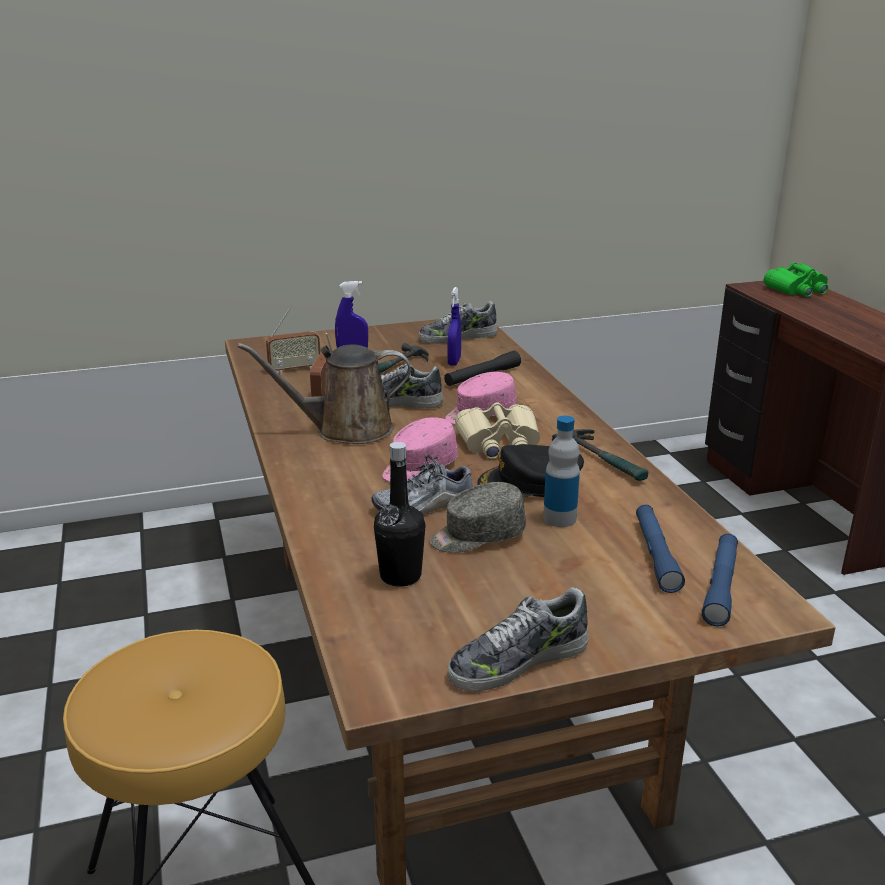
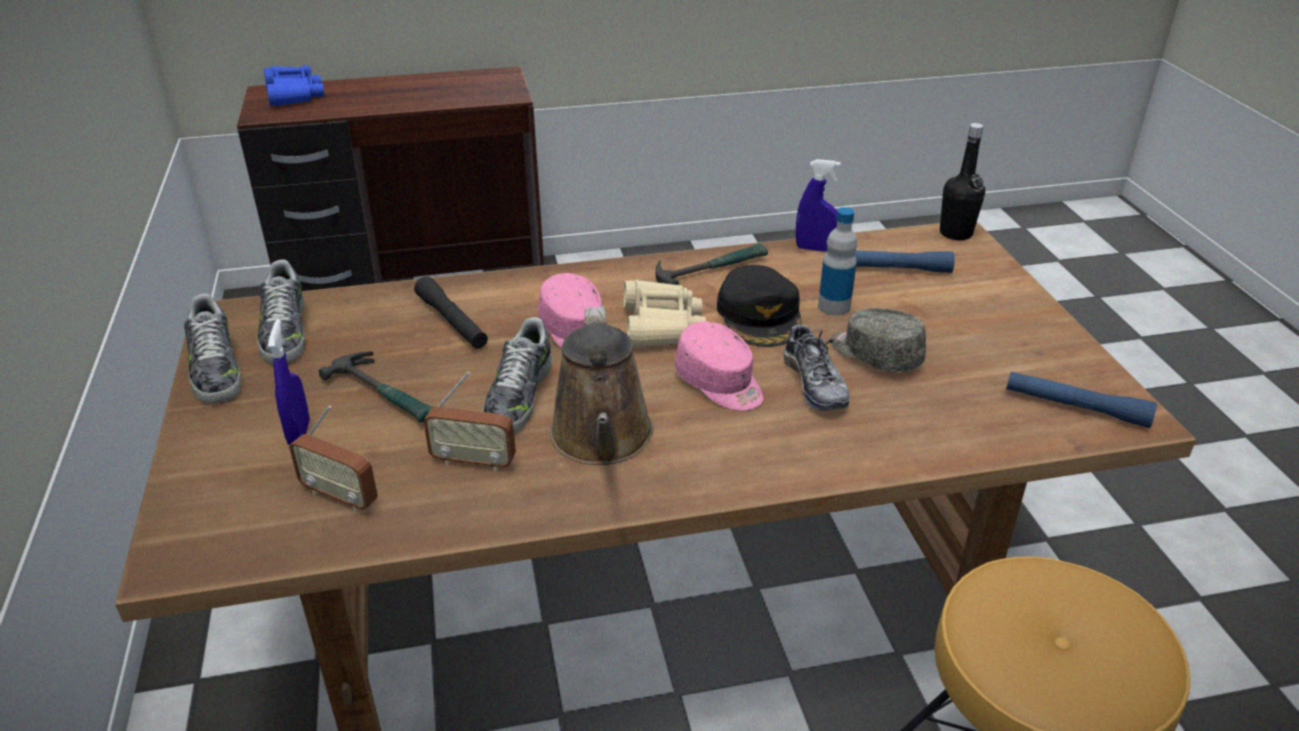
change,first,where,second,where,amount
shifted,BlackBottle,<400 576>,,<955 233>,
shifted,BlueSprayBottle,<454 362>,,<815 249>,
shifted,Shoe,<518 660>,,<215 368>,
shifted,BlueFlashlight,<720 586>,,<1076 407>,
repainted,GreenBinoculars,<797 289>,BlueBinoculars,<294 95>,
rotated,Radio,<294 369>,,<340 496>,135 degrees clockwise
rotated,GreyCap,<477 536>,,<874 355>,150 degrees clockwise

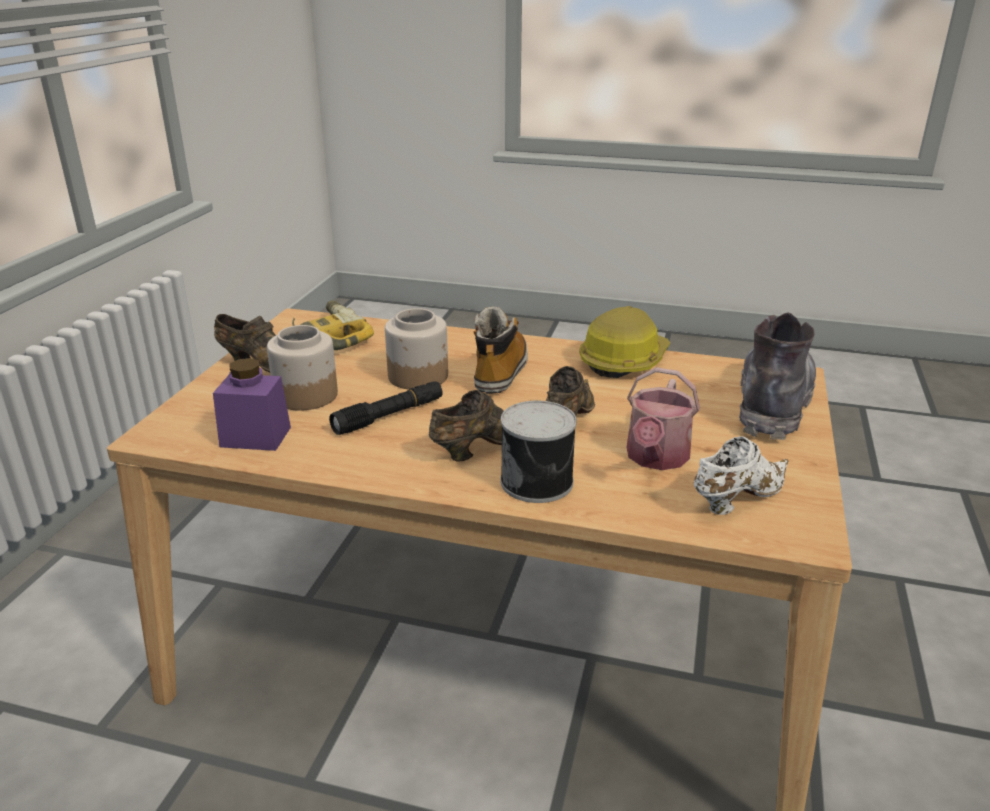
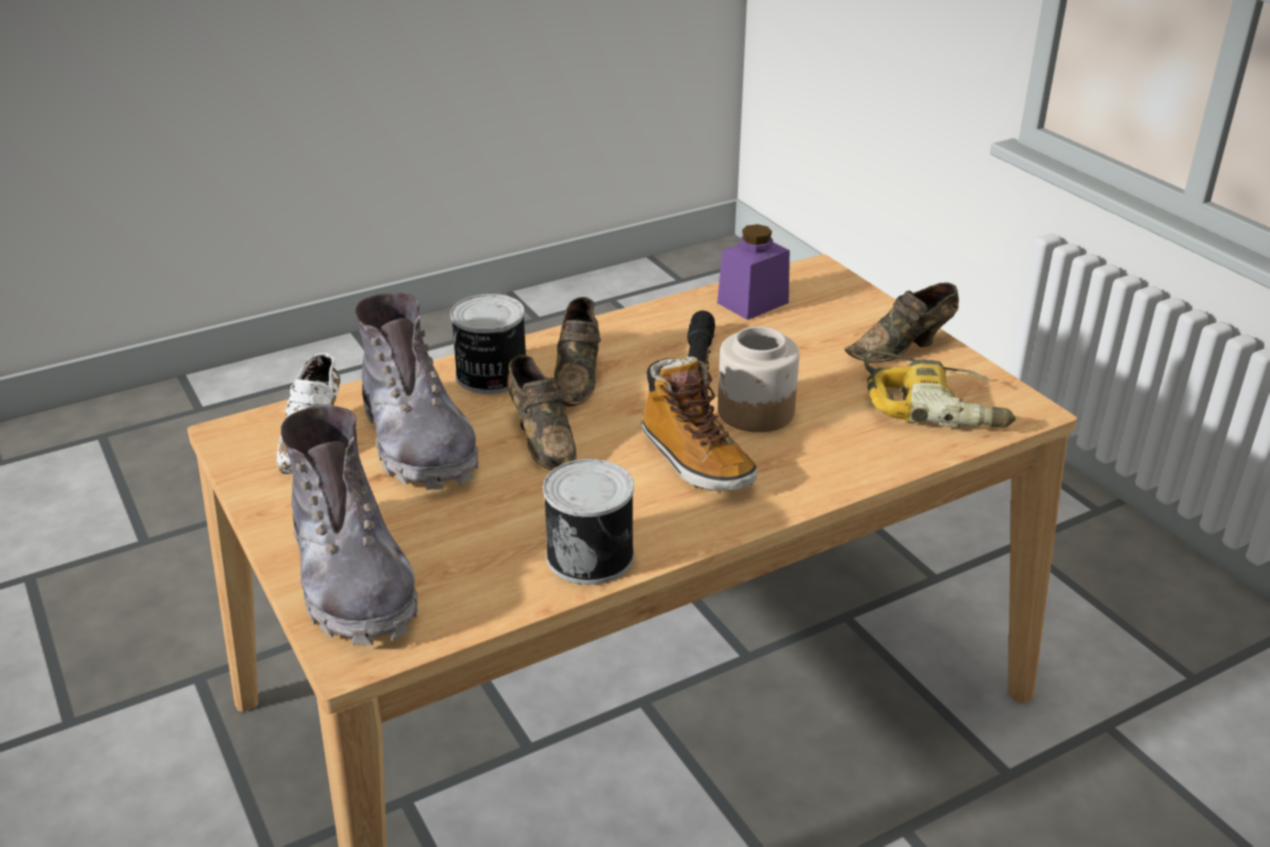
change,first,where,second,where,amount
gone,Jar,<305 396>,,,
swapped,HardHat,<623 360>,Can,<592 554>,
swapped,WateringCan,<655 458>,GreyBoot,<418 442>,

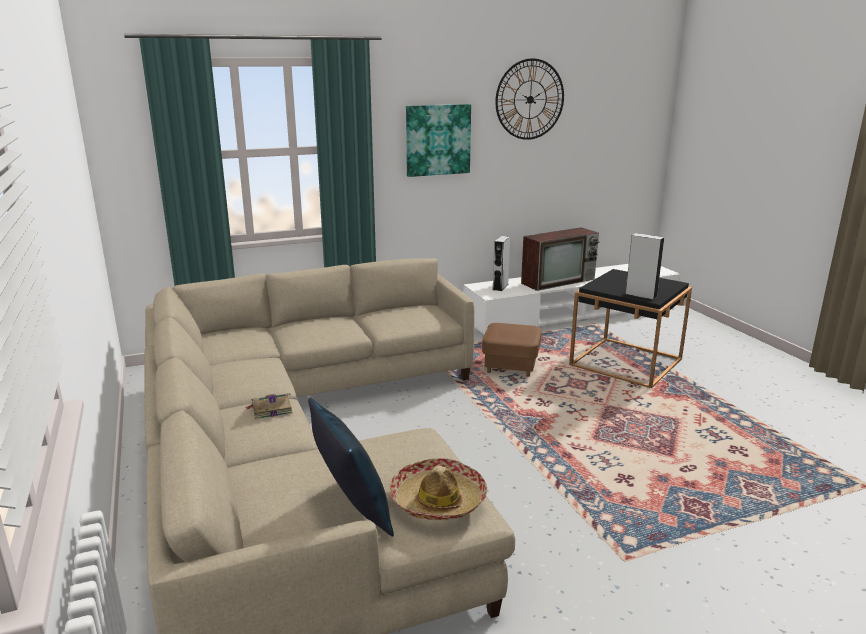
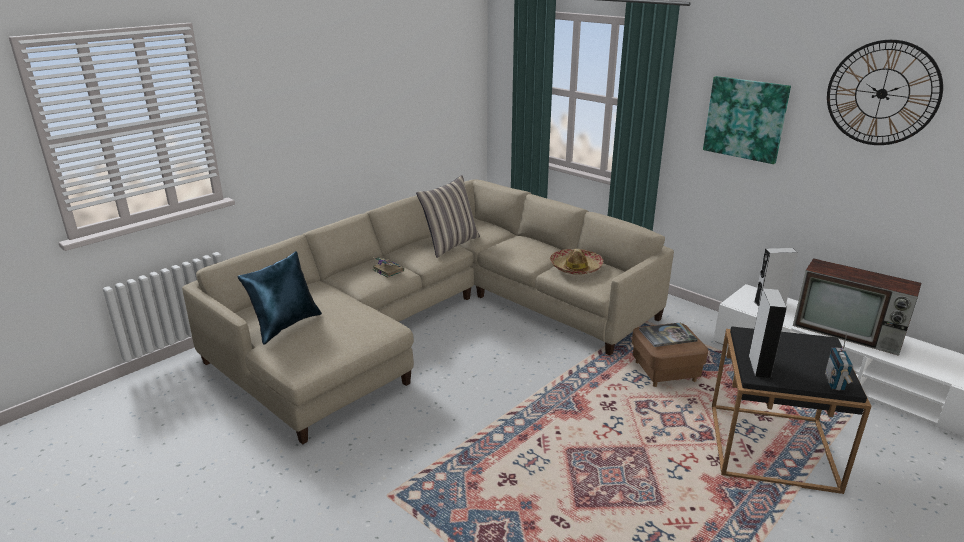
change,first,where,second,where,amount
new,,,Pillow,<450 244>,
new,,,Book,<667 335>,
new,,,Radio,<835 383>,
shifted,Hat,<438 500>,,<575 268>,

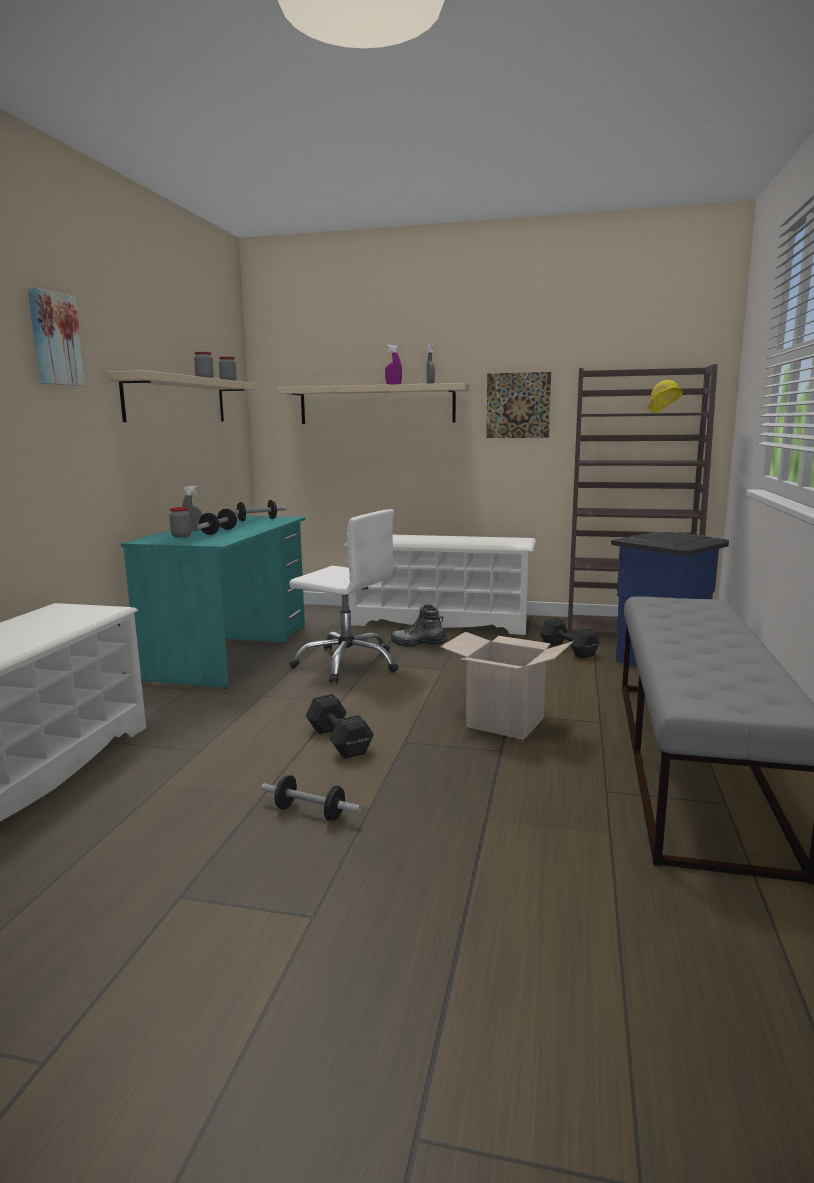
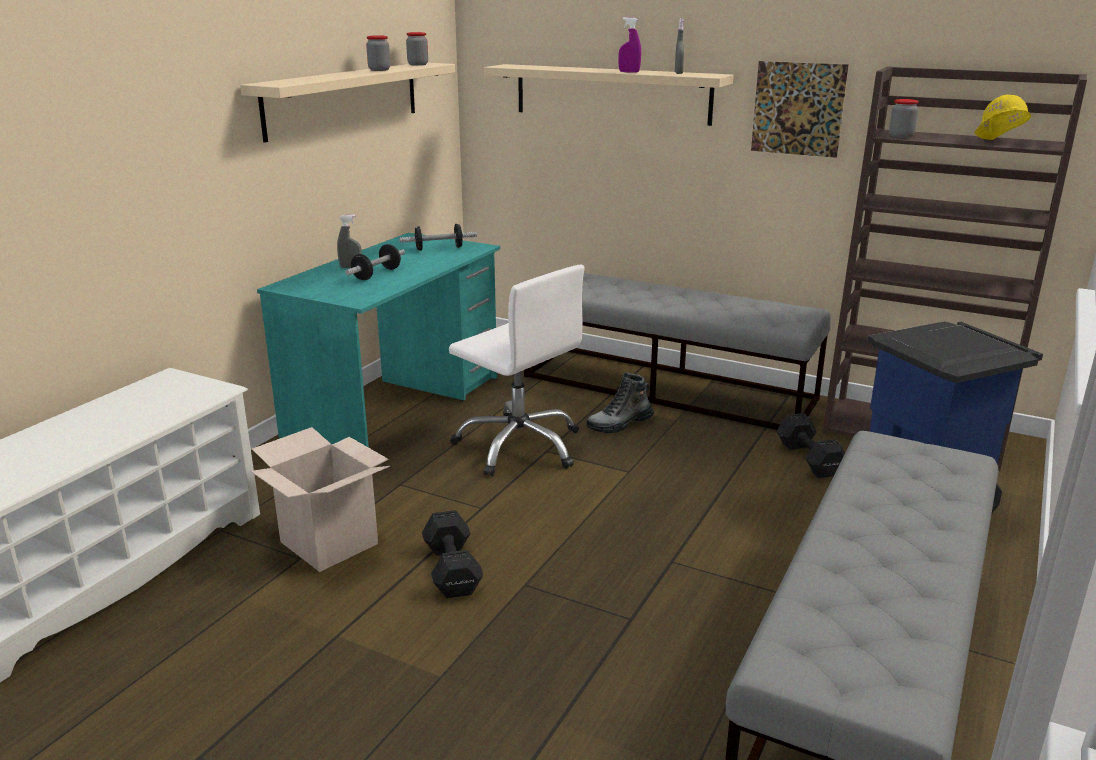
change,first,where,second,where,amount
gone,Picture,<54 339>,,,
gone,Dumbbell,<310 813>,,,
shifted,Jar,<181 536>,,<901 136>,
shifted,CardboardBox,<505 722>,,<329 543>,
swapped,WhiteShoeRack,<441 621>,GreyBench,<668 387>,
rotated,Boot,<418 644>,,<620 424>,60 degrees counterclockwise

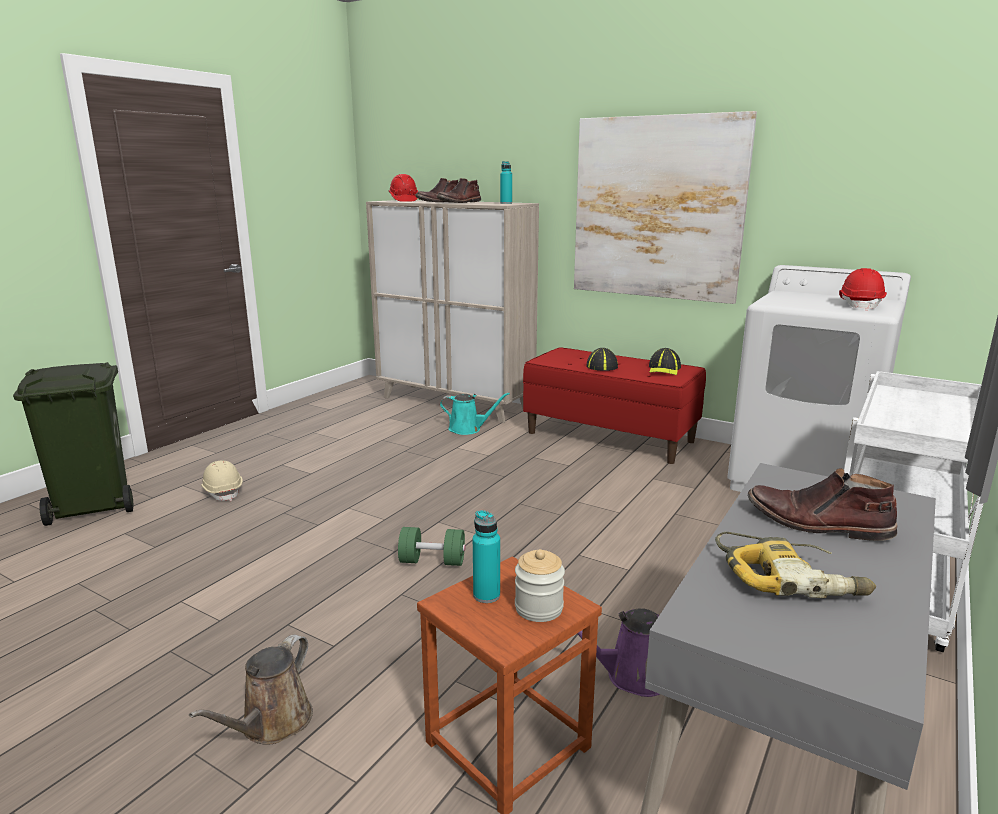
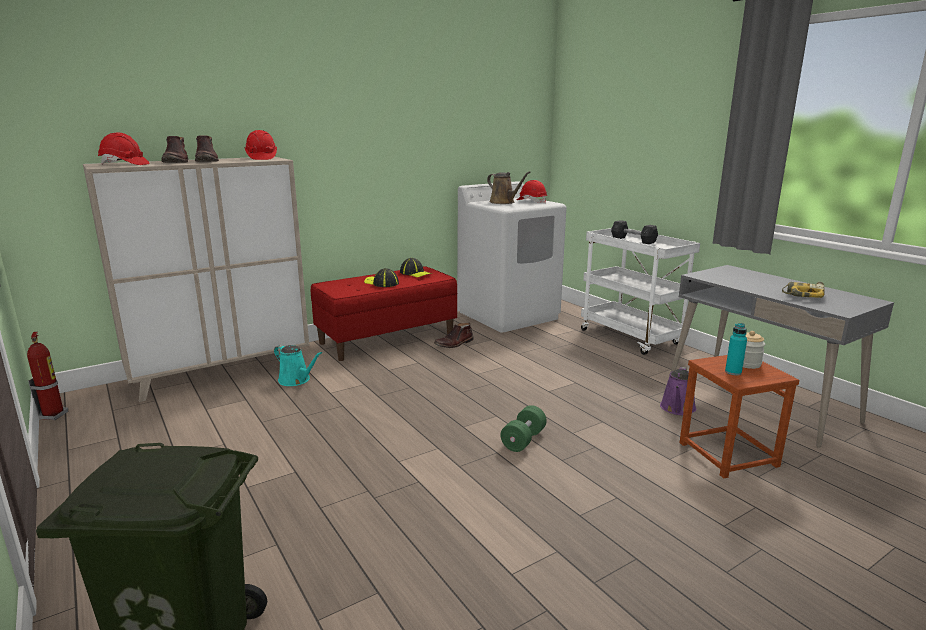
change,first,where,second,where,amount
gone,BeigeHardHat,<223 492>,,,
gone,Picture,<657 208>,,,
new,,,FireExtinguisher,<54 415>,
new,,,GreyDumbbell,<633 240>,
shifted,BrownWateringCan,<272 724>,,<504 202>,
shifted,BrownBoot,<817 523>,,<454 344>,
swapped,TurquoiseBottle,<506 203>,RedHardHat,<261 158>,
rotated,TurquoiseWateringCan,<468 429>,,<296 380>,90 degrees clockwise

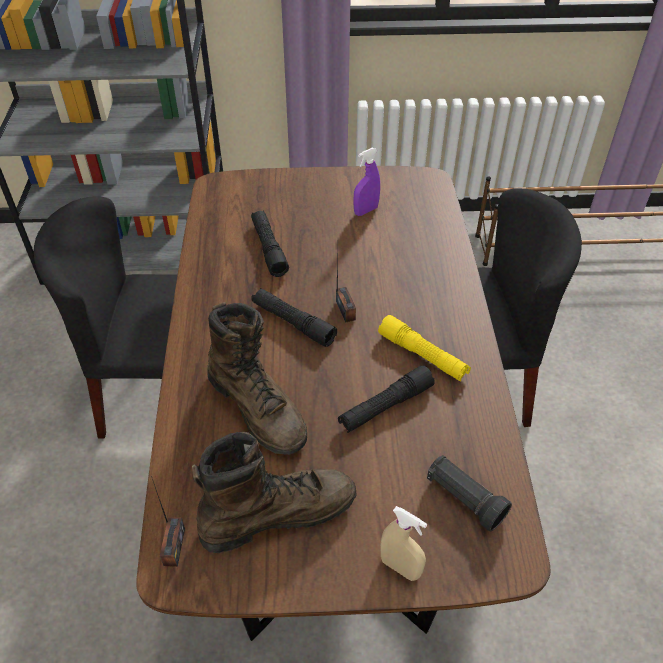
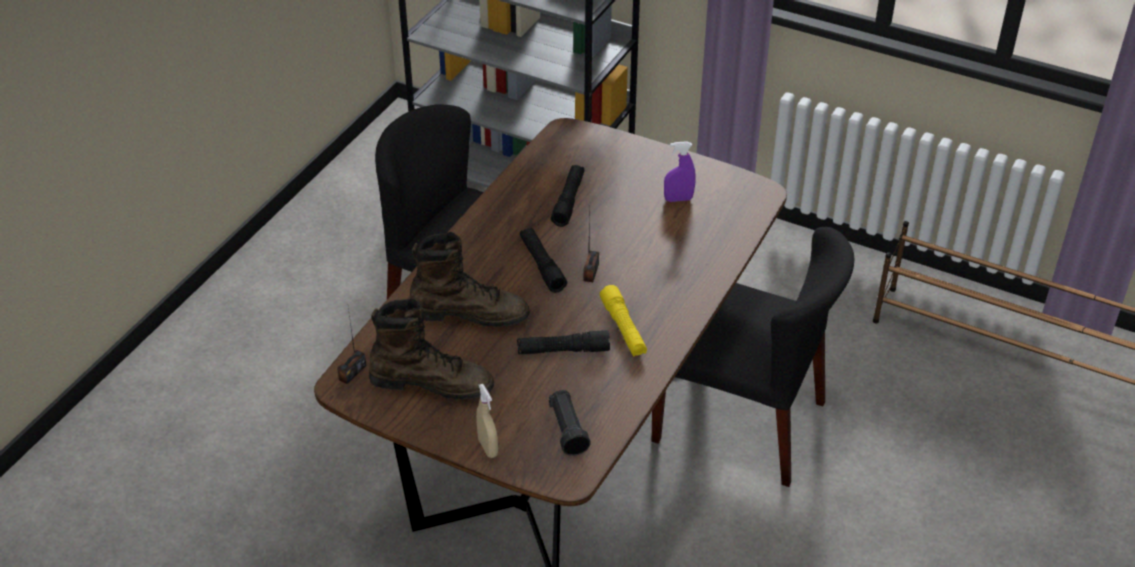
change,first,where,second,where,amount
rotated,BrownBoot,<258 407>,,<469 313>,75 degrees counterclockwise

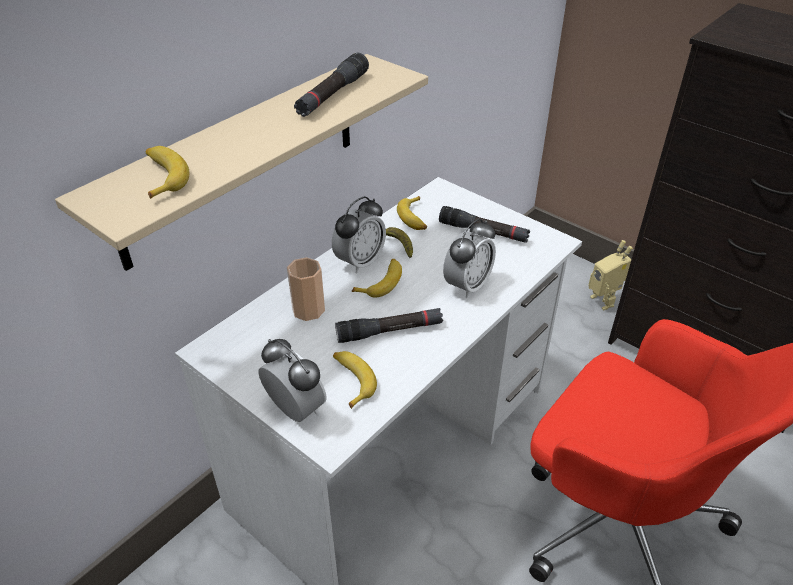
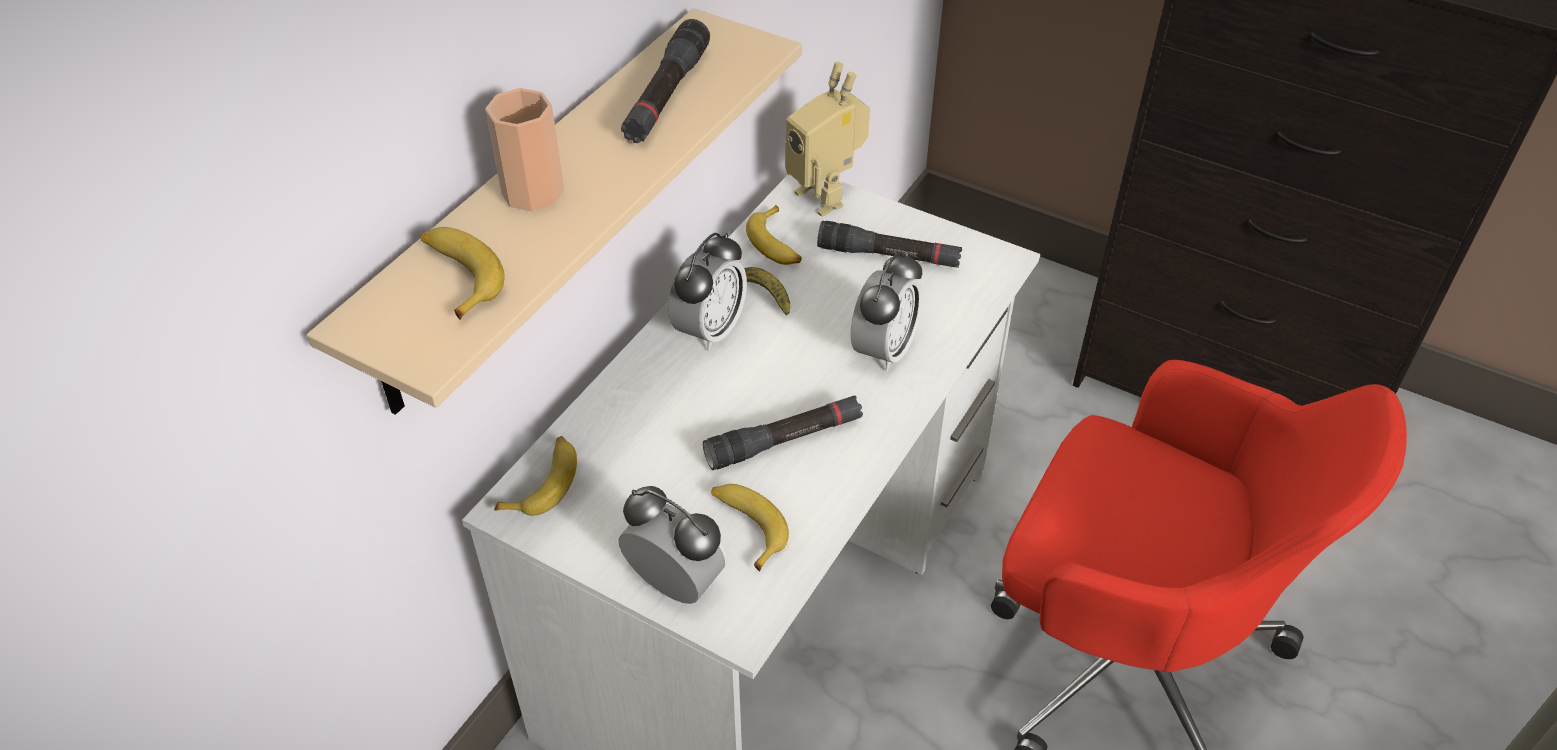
change,first,where,second,where,amount
shifted,Cup,<308 310>,,<533 192>,
shifted,Banana,<381 282>,,<544 482>,
shifted,ToyRobot,<605 300>,,<826 196>,

